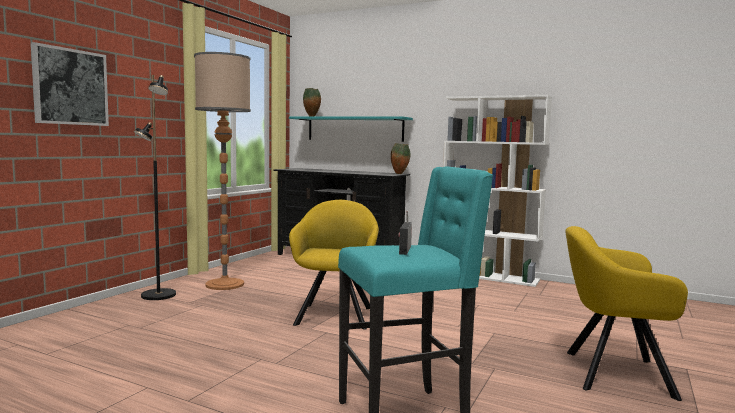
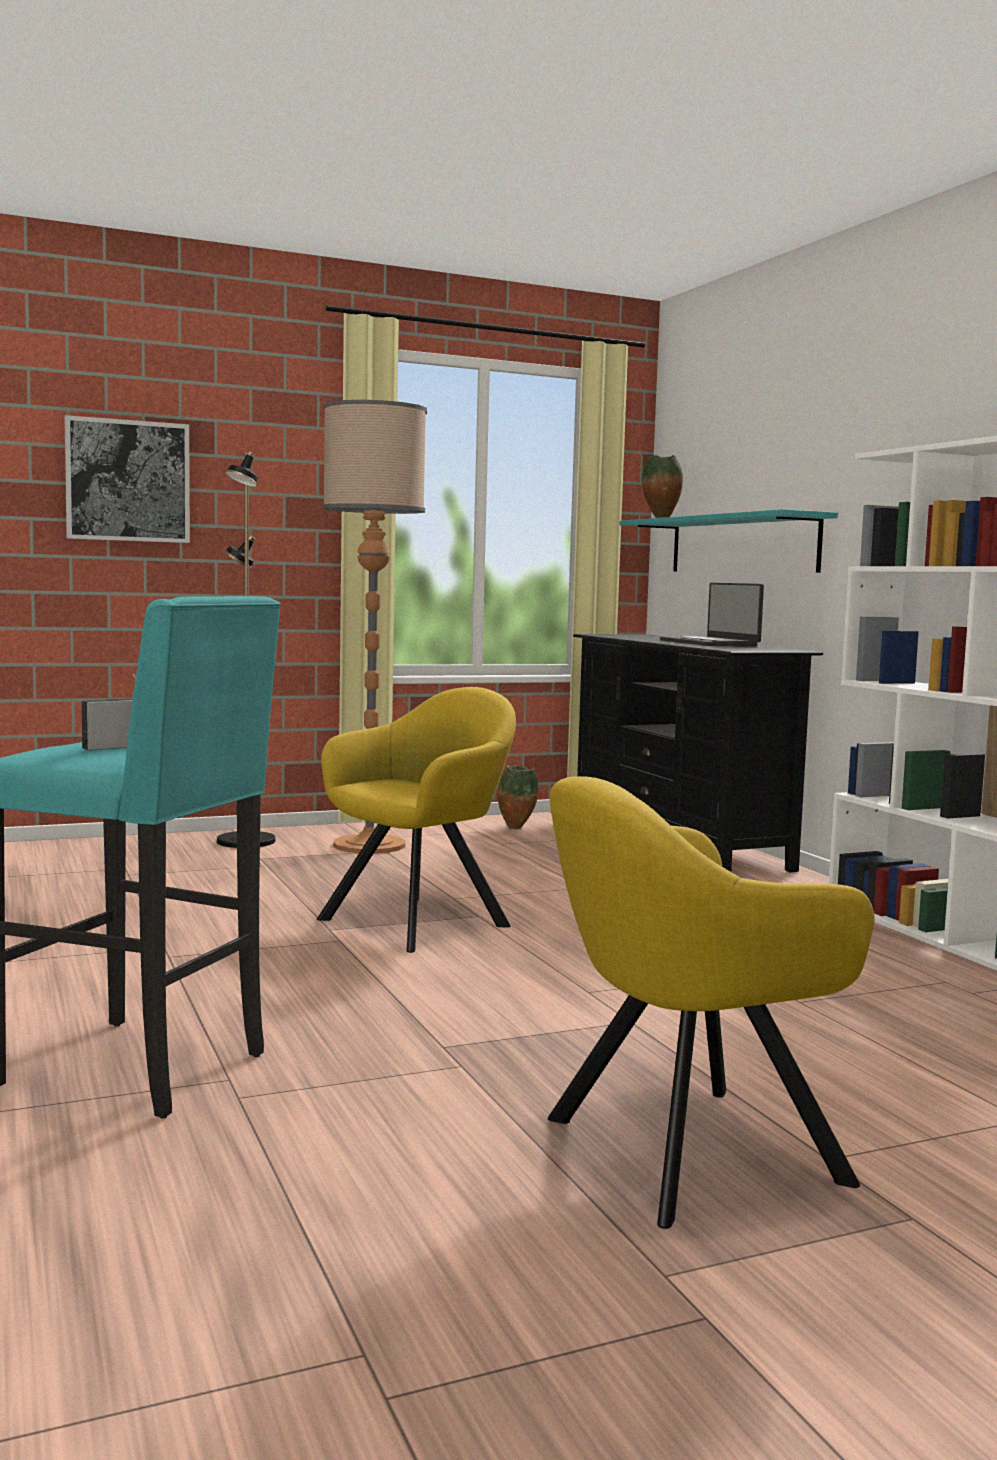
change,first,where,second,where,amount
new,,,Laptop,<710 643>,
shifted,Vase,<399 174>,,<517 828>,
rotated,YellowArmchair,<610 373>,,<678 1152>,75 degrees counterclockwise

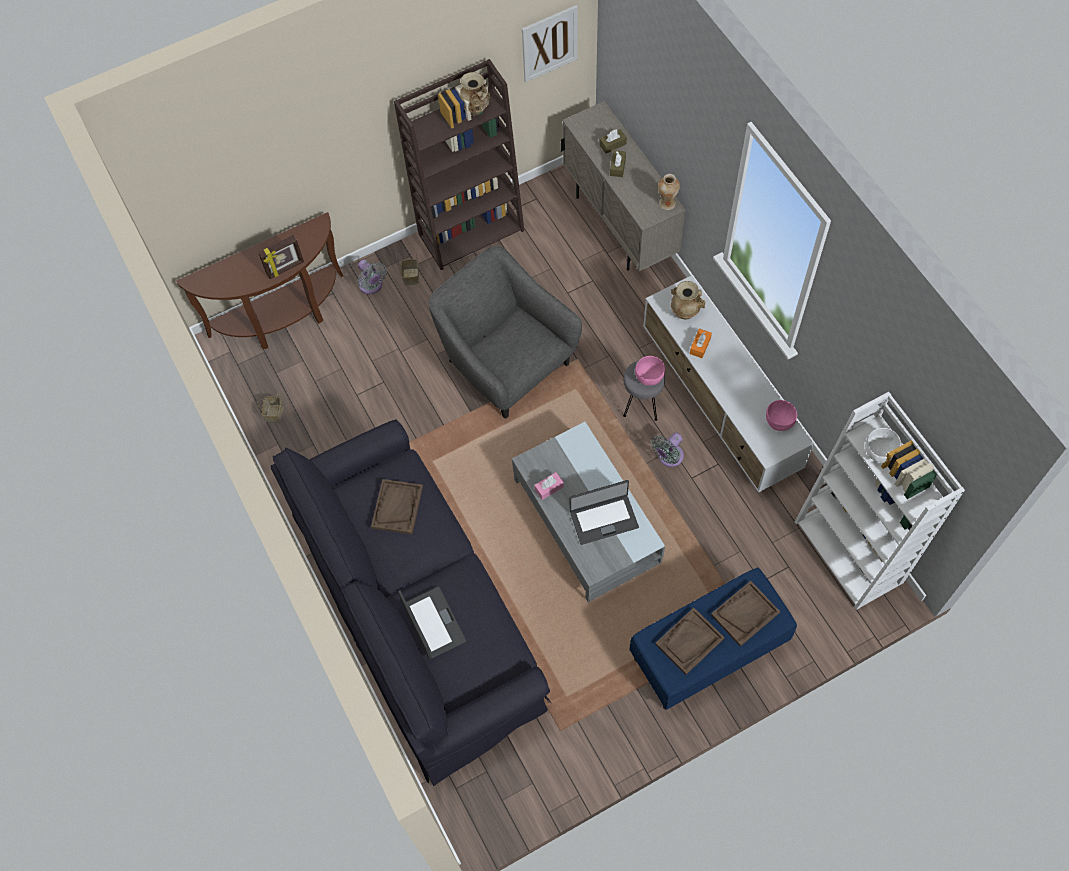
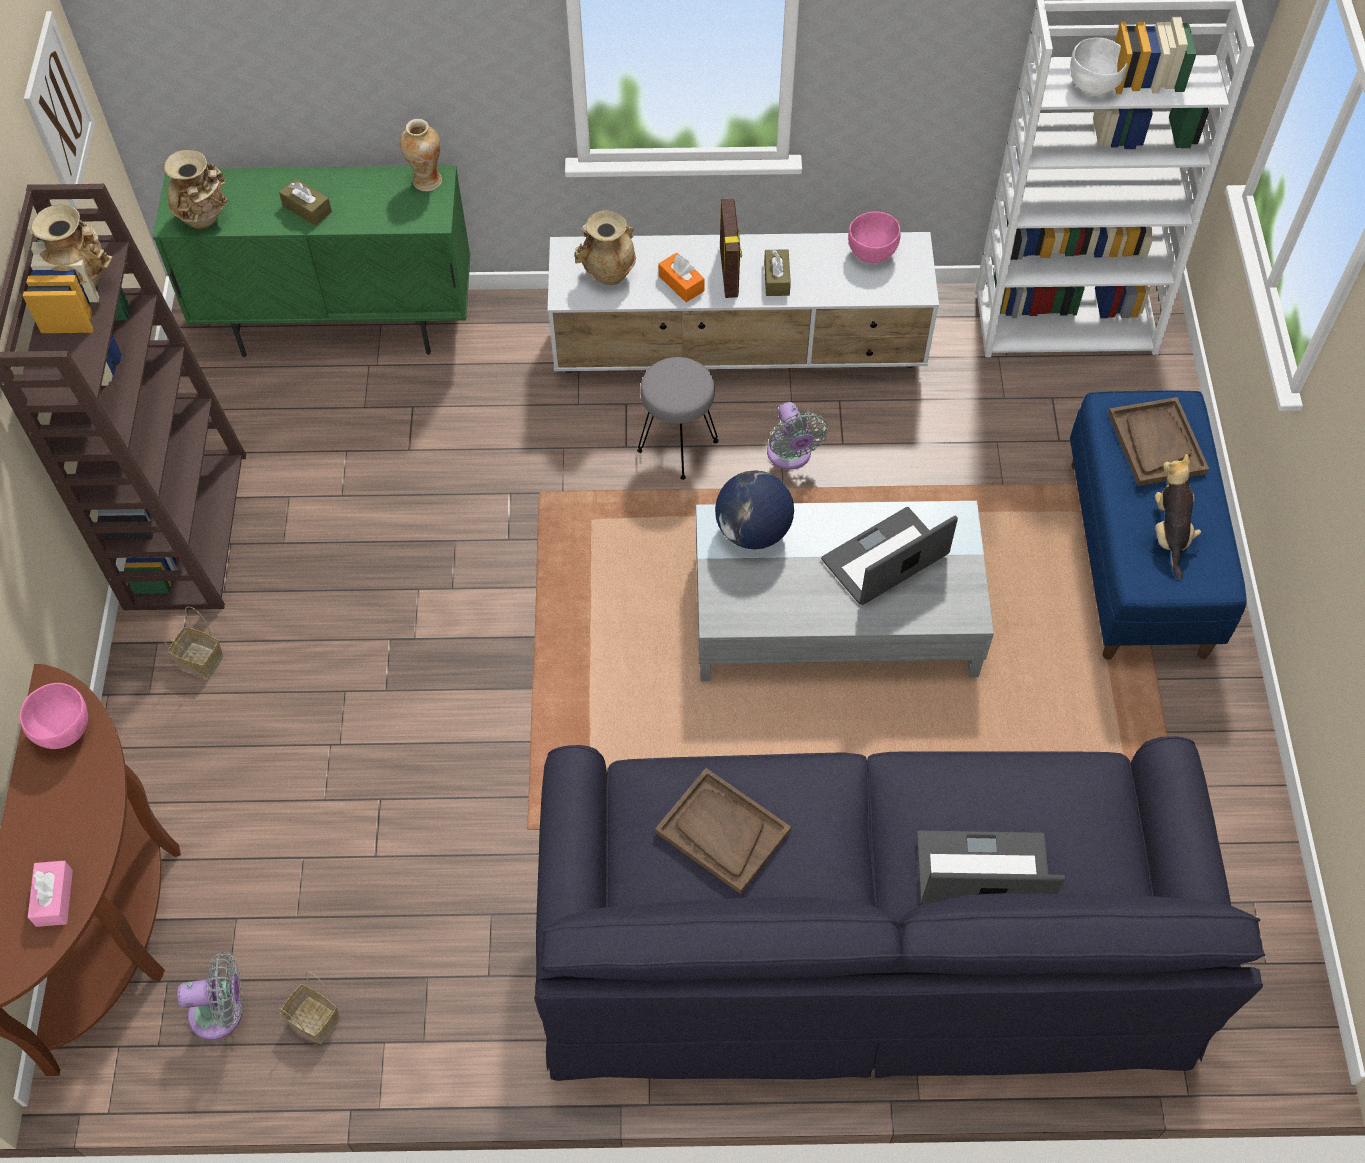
change,first,where,second,where,amount
gone,GreyArmchair,<506 362>,,,
new,,,BeigeVase,<205 219>,
new,,,Globe,<753 531>,
shifted,PictureFrame,<285 269>,,<729 272>,
shifted,GreyFan,<372 286>,,<222 1012>,
shifted,PinkTissueBox,<549 488>,,<54 898>,
shifted,BrownTissueBox,<612 144>,,<776 279>,
shifted,PinkBowl,<649 377>,,<64 731>,
swapped,BrownTray,<689 642>,PlushToy,<1169 533>,
repainted,BeigeCabinet,<619 225>,GreenCabinet,<340 326>,
rotated,Laptop,<603 519>,,<886 559>,135 degrees counterclockwise

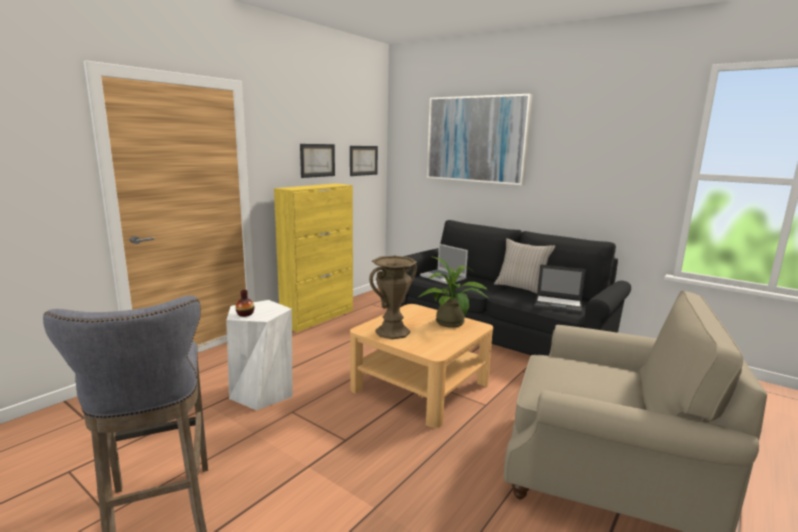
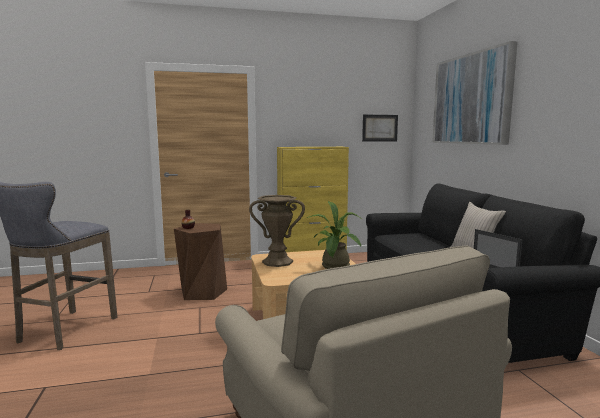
change,first,where,second,where,amount
gone,Picture,<317 160>,,,
gone,Laptop,<443 277>,,,
repainted,WhiteStool,<262 392>,BrownStool,<202 292>,

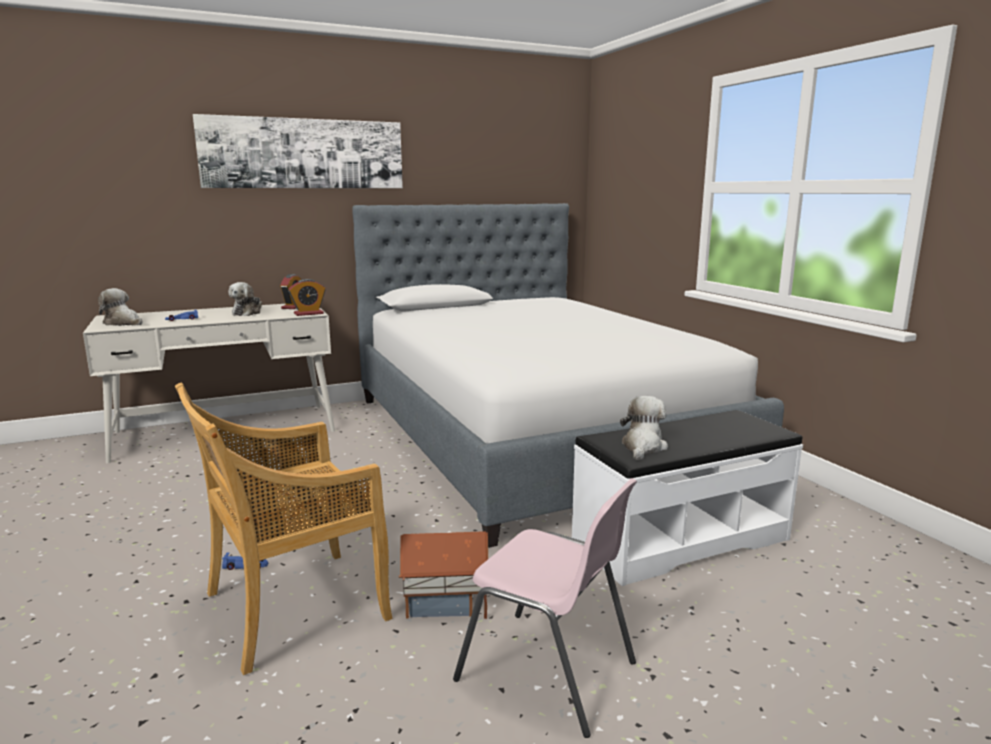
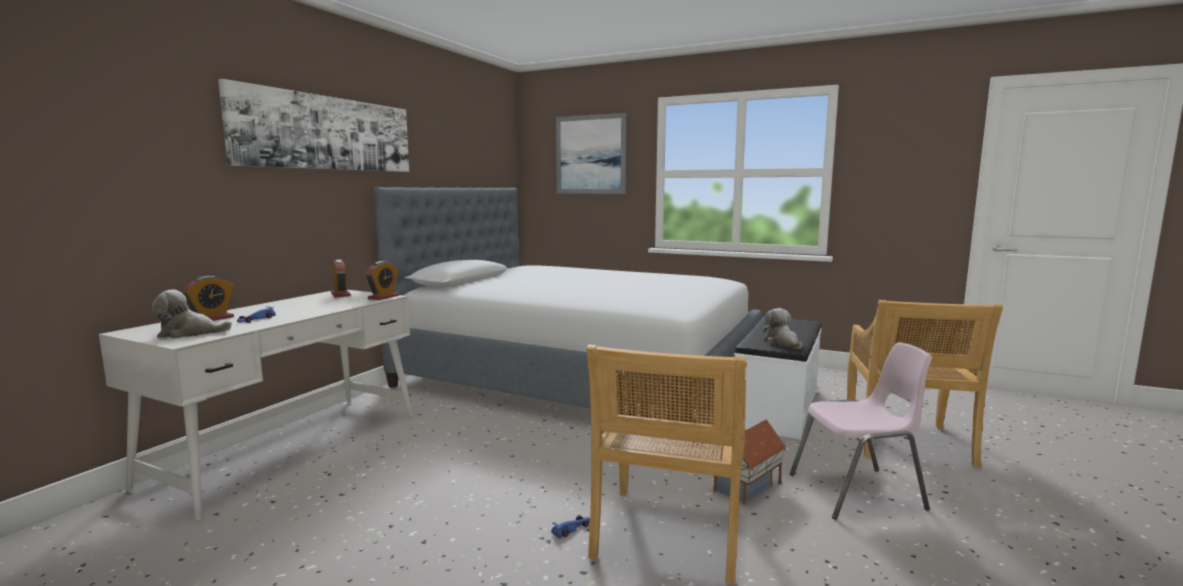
change,first,where,second,where,amount
gone,PlushToy,<247 313>,,,
new,,,AlarmClock,<212 319>,
new,,,Picture,<590 154>,
new,,,BeigeChair,<906 443>,

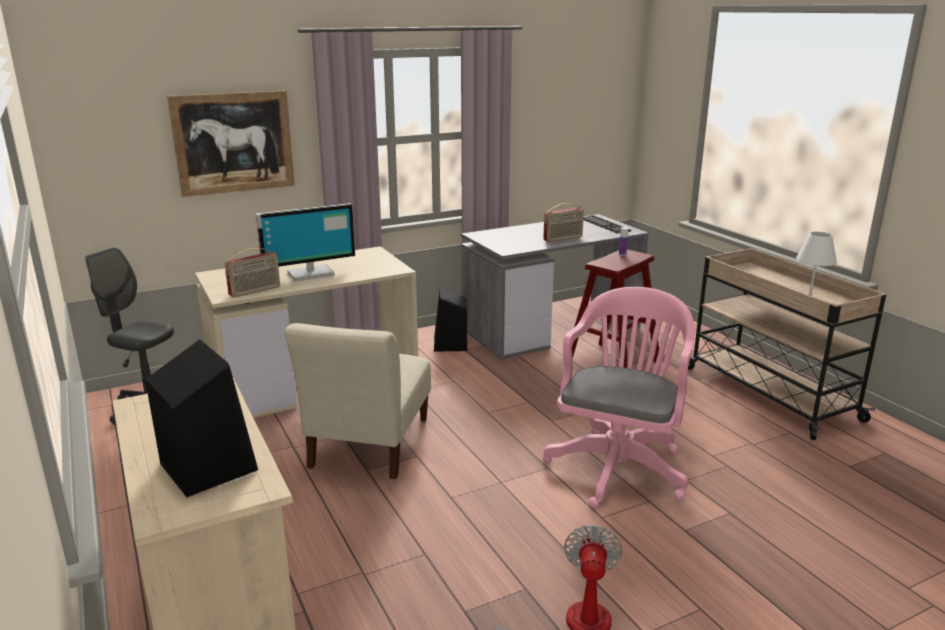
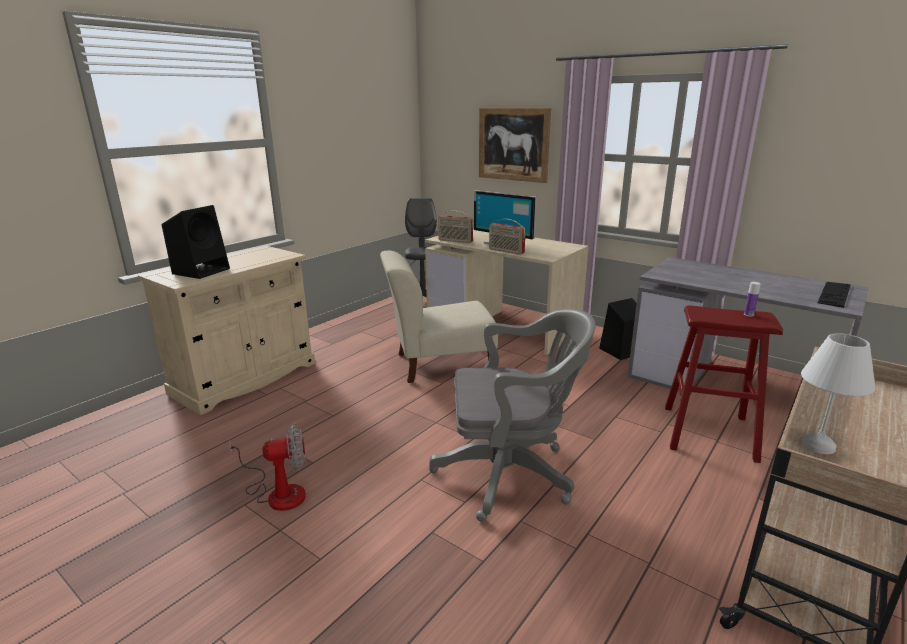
change,first,where,second,where,amount
shifted,Radio,<563 239>,,<506 251>,
repainted,PinkOfficeChair,<619 465>,GreyOfficeChair,<511 473>,

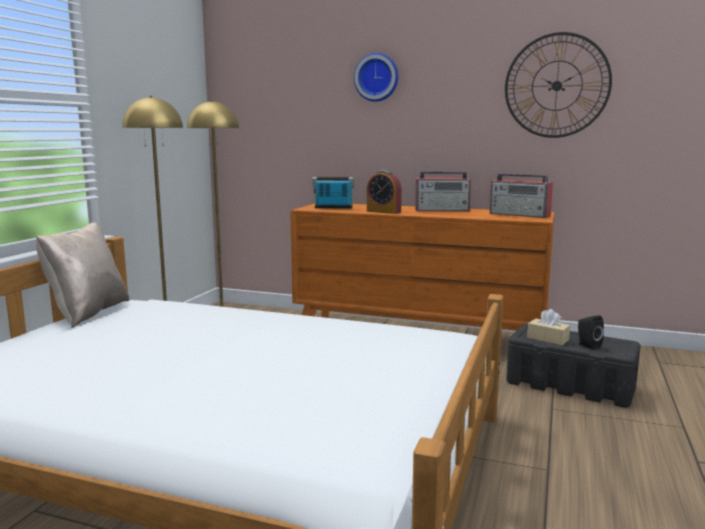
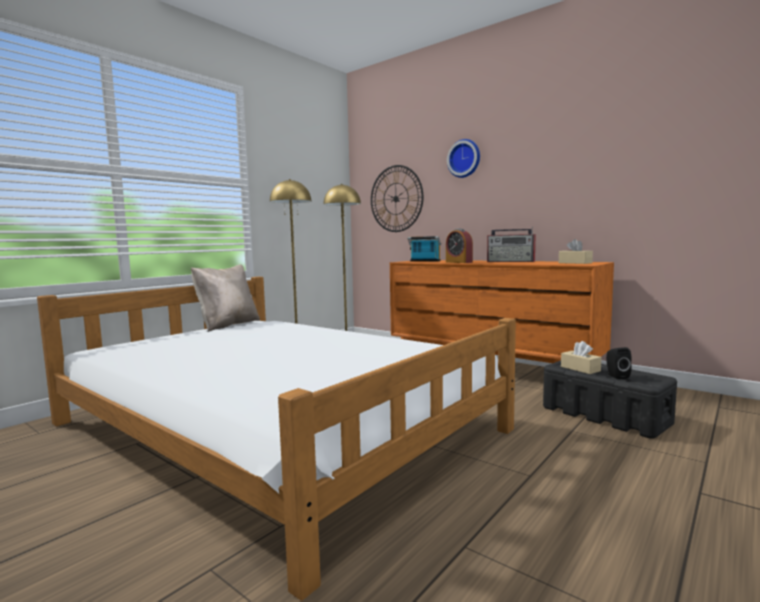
change,first,where,second,where,amount
shifted,WallClock,<556 86>,,<396 199>,
swapped,Radio,<520 215>,BeigeTissueBox,<575 263>,

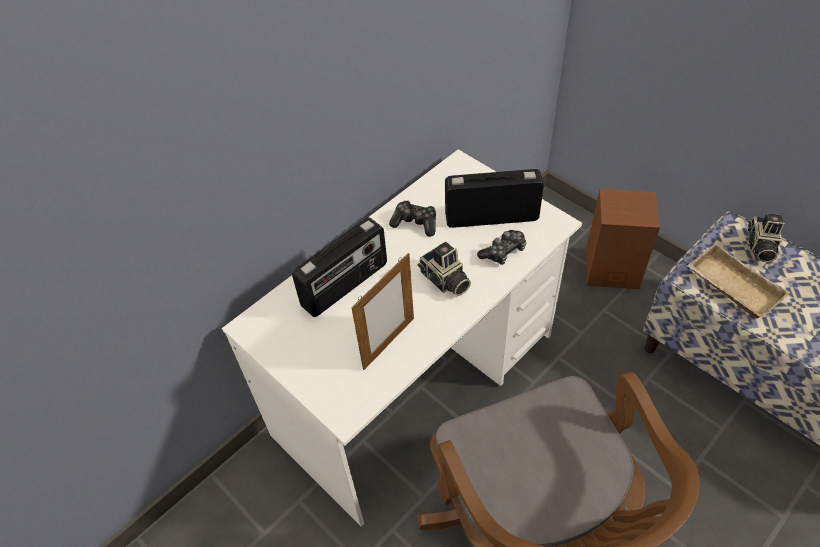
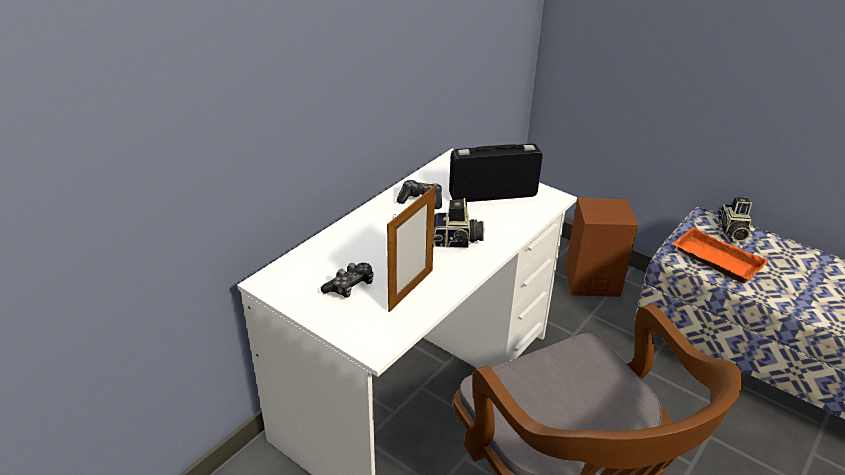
change,first,where,second,where,amount
gone,Radio,<346 286>,,,
shifted,GameController,<503 252>,,<350 286>,
repainted,BeigeTray,<731 286>,OrangeTray,<714 261>,
rotated,PhotoCamera,<444 281>,,<457 241>,45 degrees counterclockwise

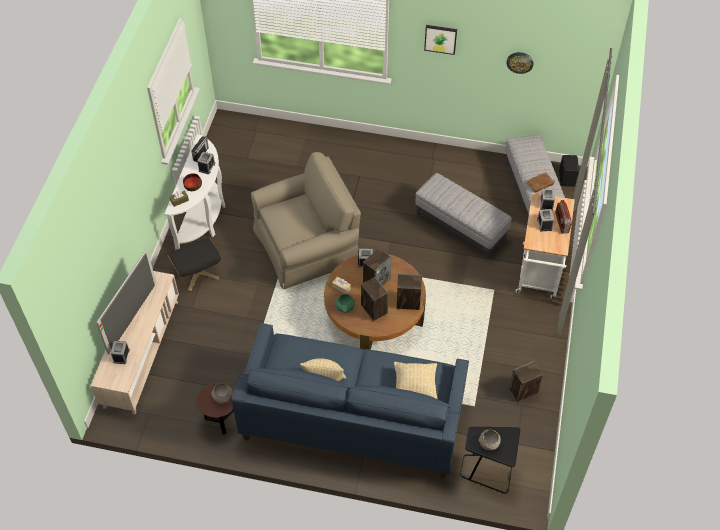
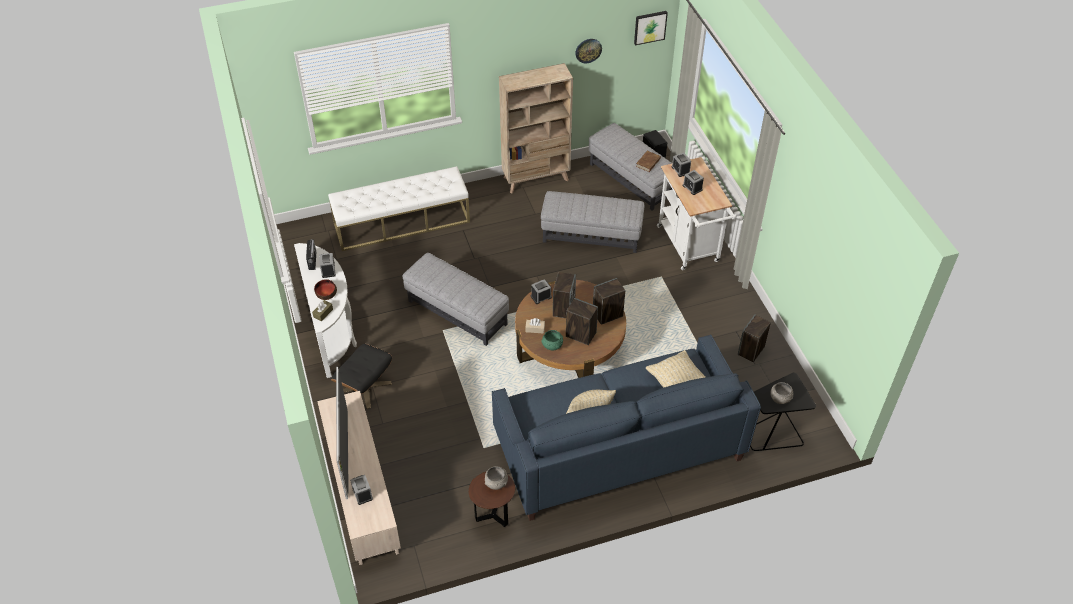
change,first,where,second,where,amount
gone,Radio,<561 223>,,,
new,,,WhiteBench,<402 222>,
new,,,BeigeBookcase,<536 179>,
shifted,Picture,<440 38>,,<650 27>,
swapped,BeigeArmchair,<307 244>,GreyOttoman,<457 313>,

